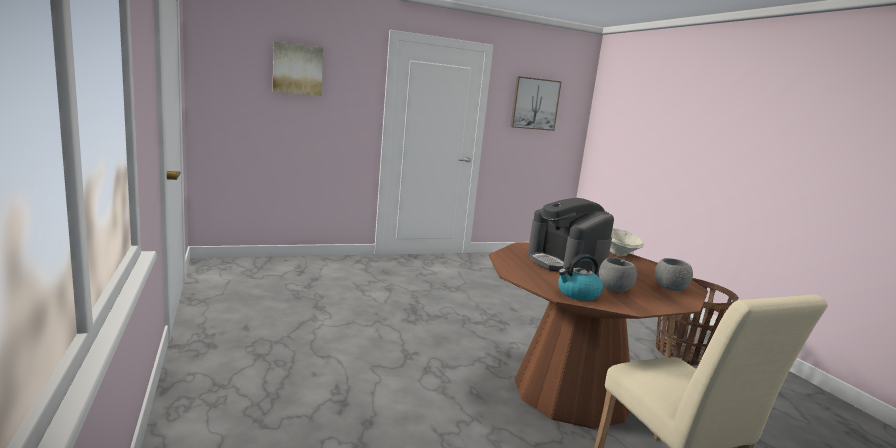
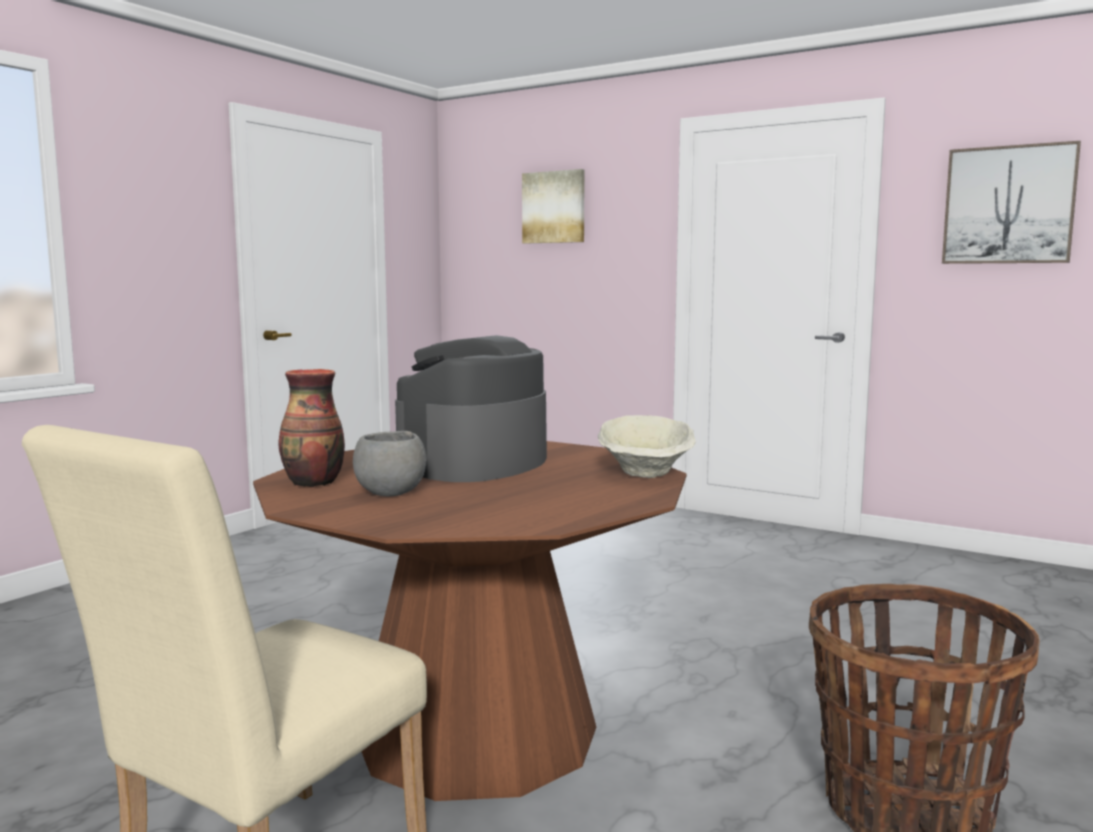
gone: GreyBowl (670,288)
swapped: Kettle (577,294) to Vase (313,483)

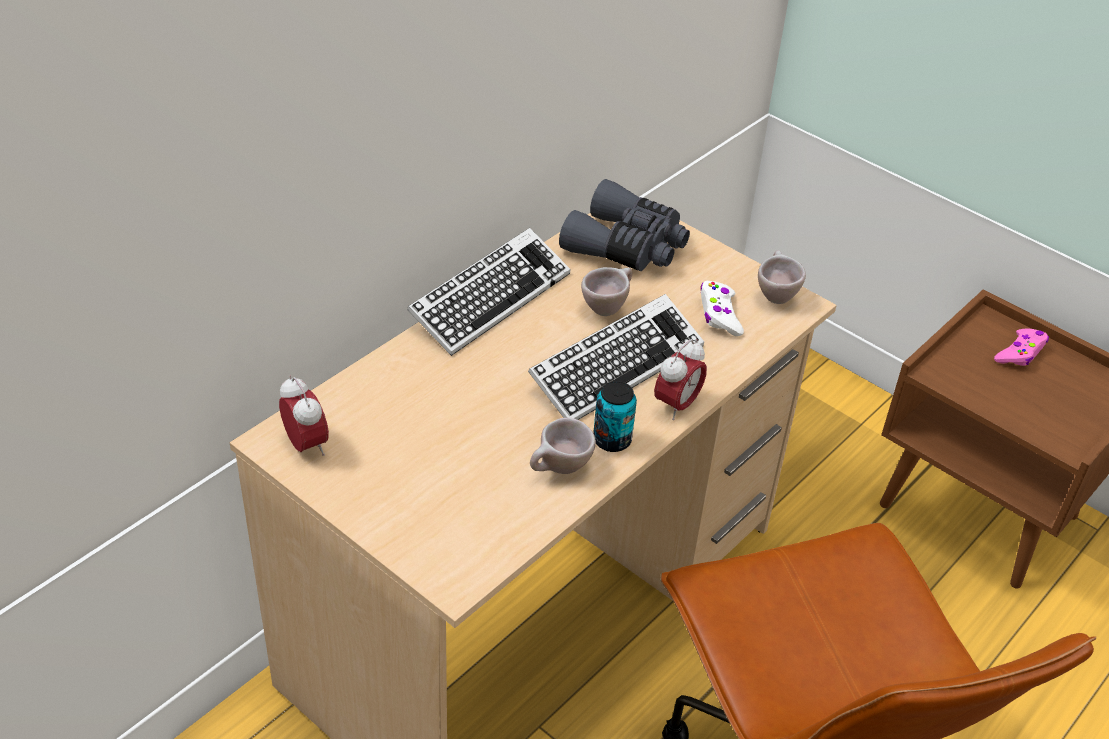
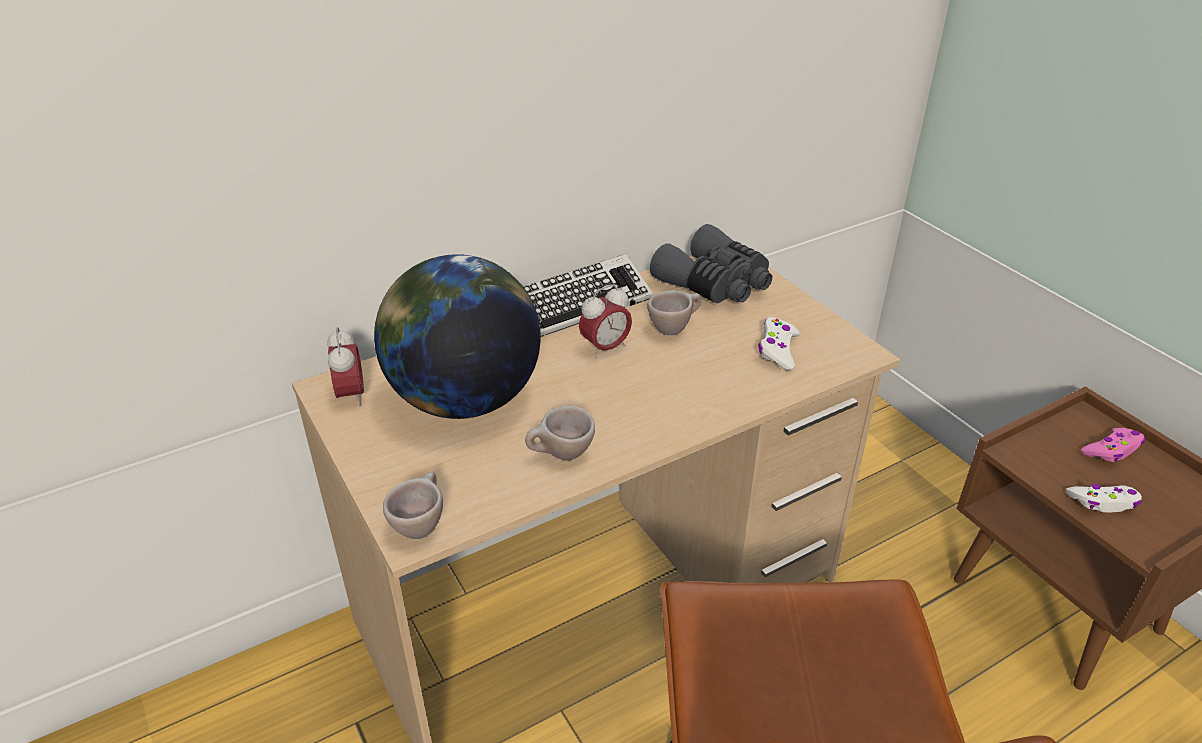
gone: Keyboard (616,367); Can (612,440)
new: Globe (464,399); WhiteGameController (1103,502)
shifted: AlarmClock (676,405) to (605,348); BeigeCup (774,294) to (421,524)

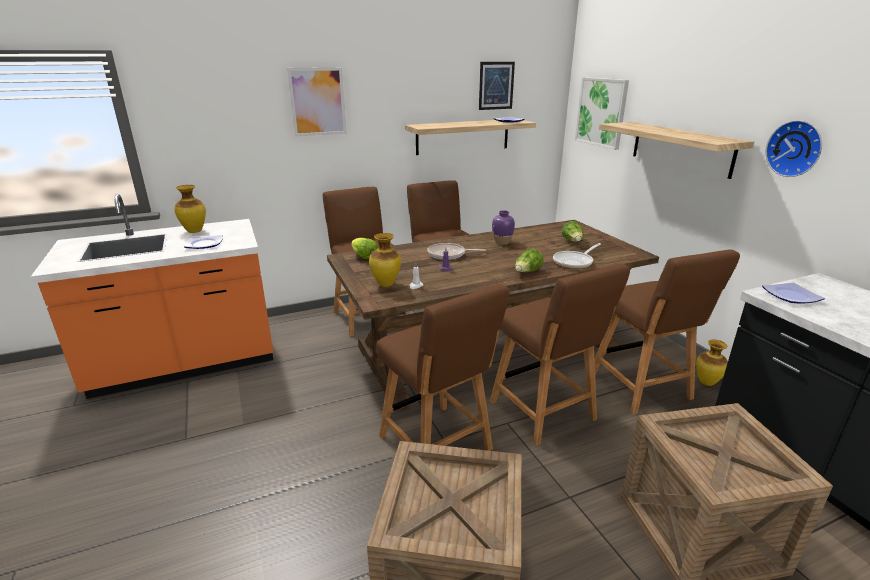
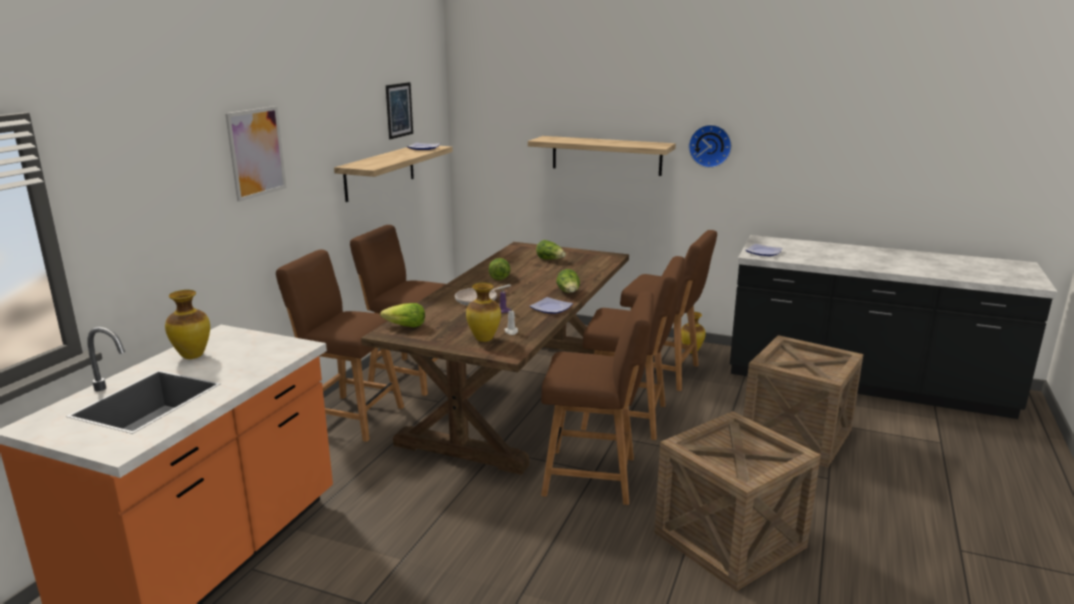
gone: FryingPan (575,262); Picture (601,112)
shifted: Plate (205,244) to (552,308)
swapped: PurpleVase (502,242) to Lettuce (499,276)

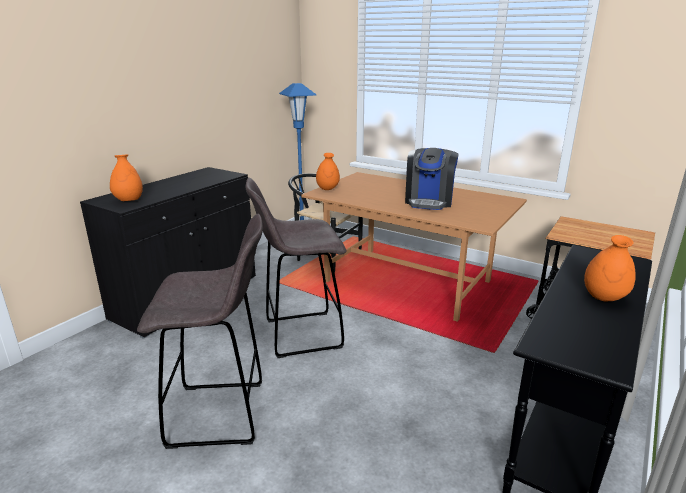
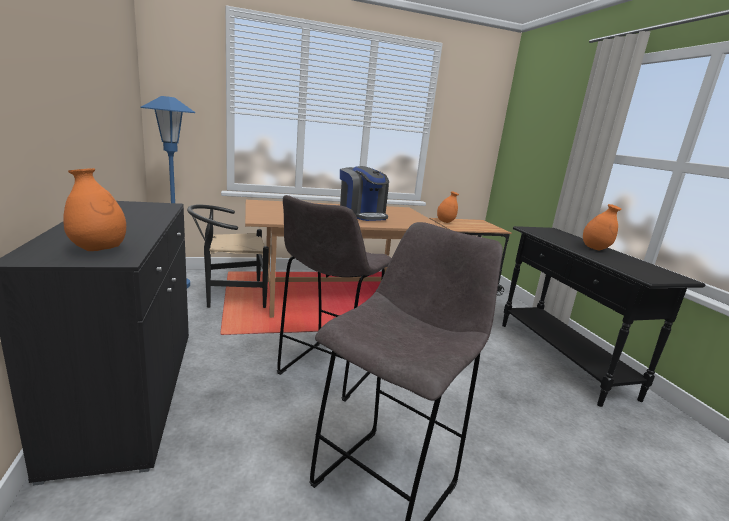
shifted: OrangeVase (327,189) to (445,222)

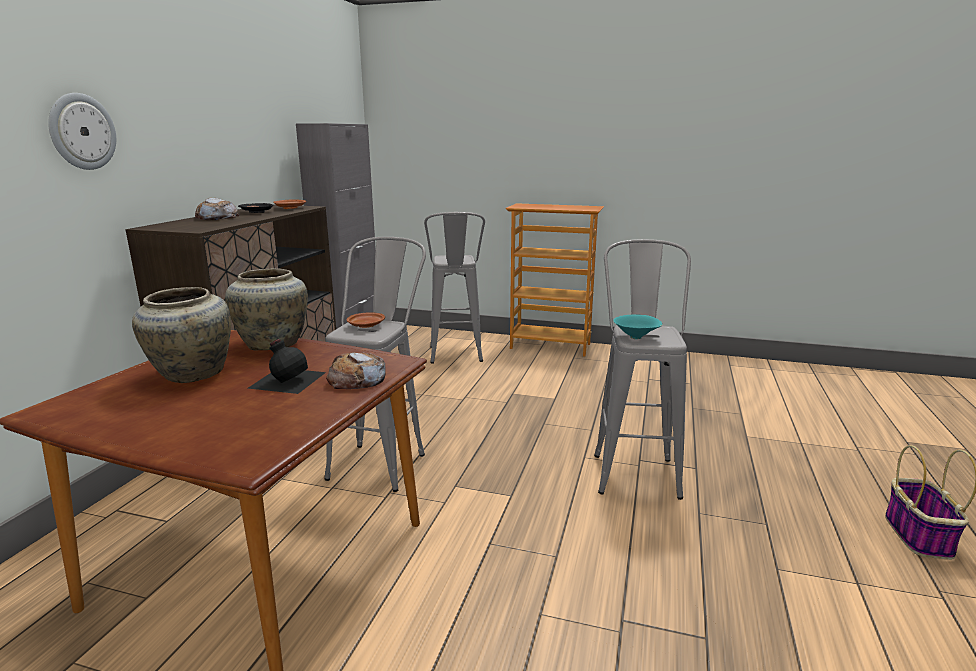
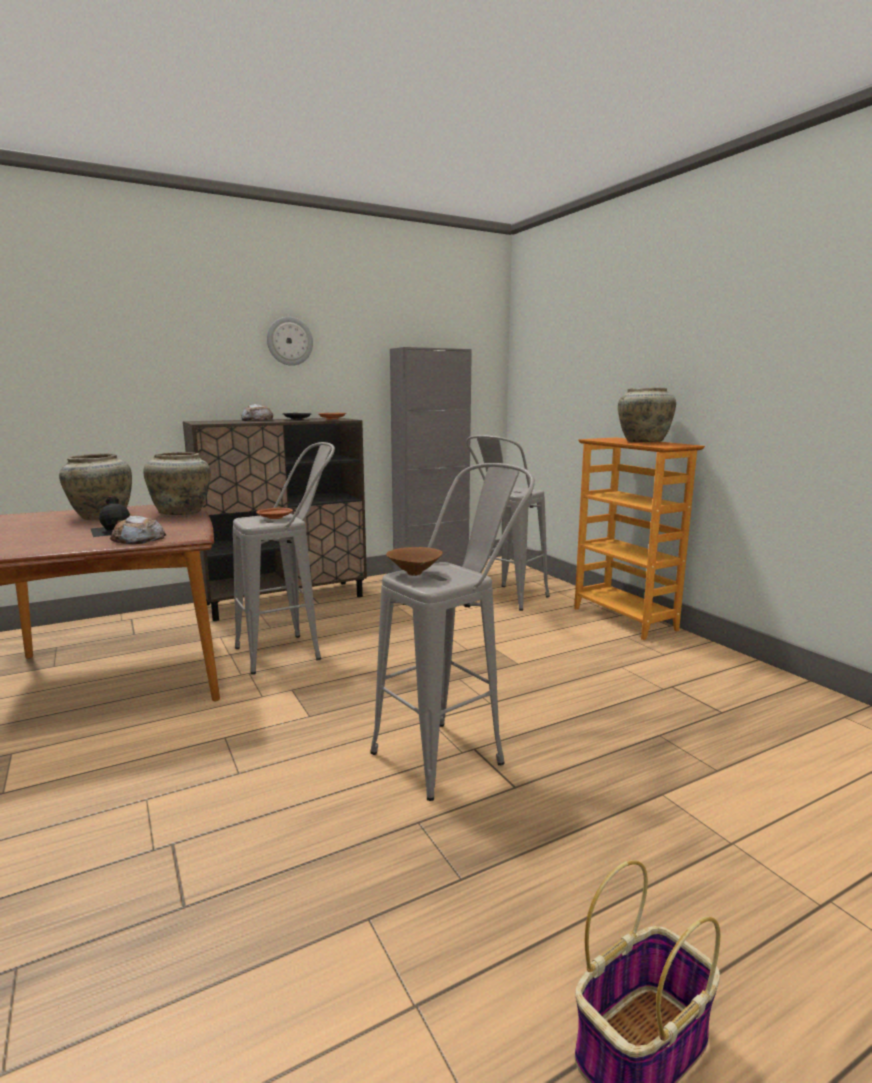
new: BeigeVase (643,442)
shifted: WallClock (82,132) to (289,341)
repainted: TurquoiseBowl (637,338) to BrownBowl (414,574)

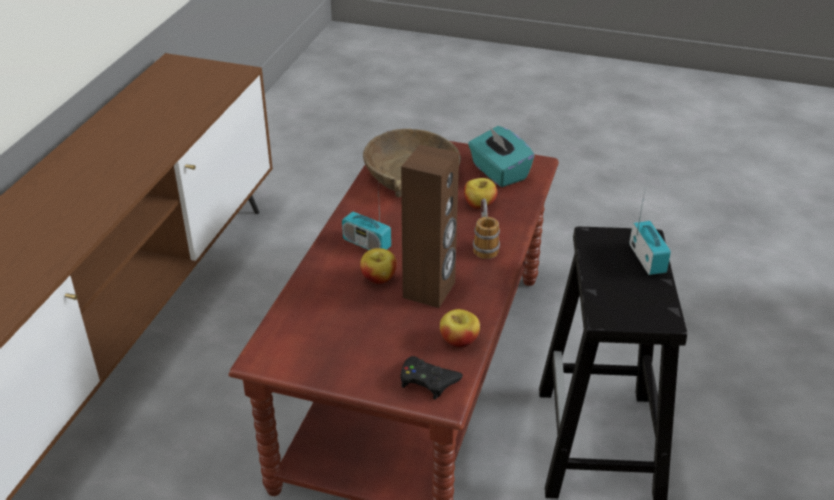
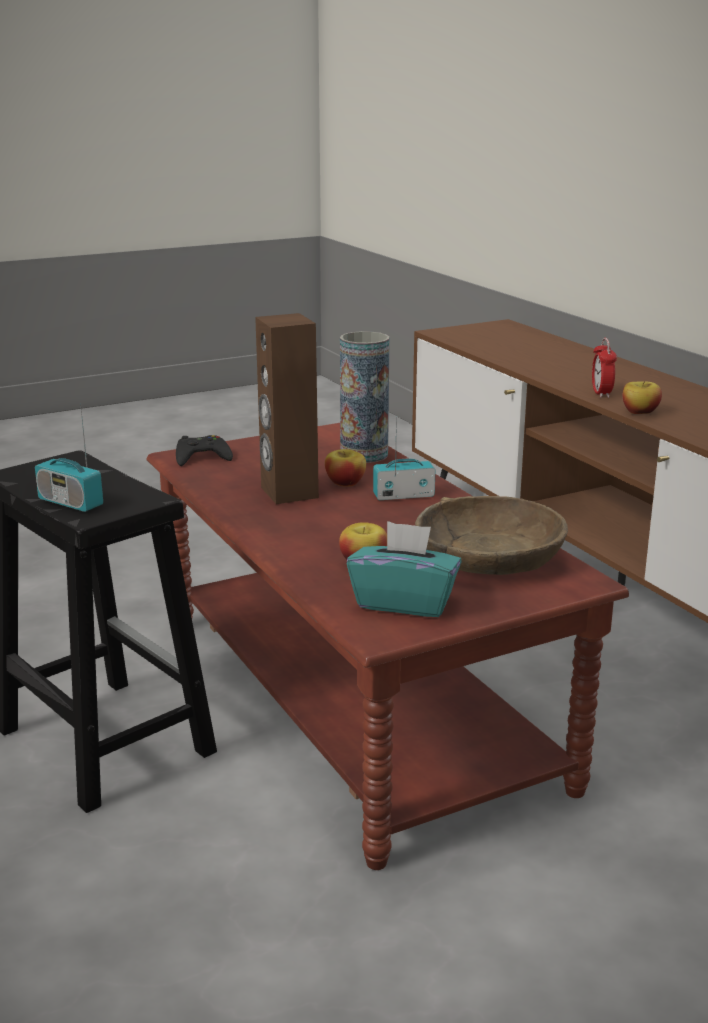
gone: Mug (484,244)
new: Vase (364,454); AlarmClock (601,394)
shifted: Apple (459,341) to (640,412)

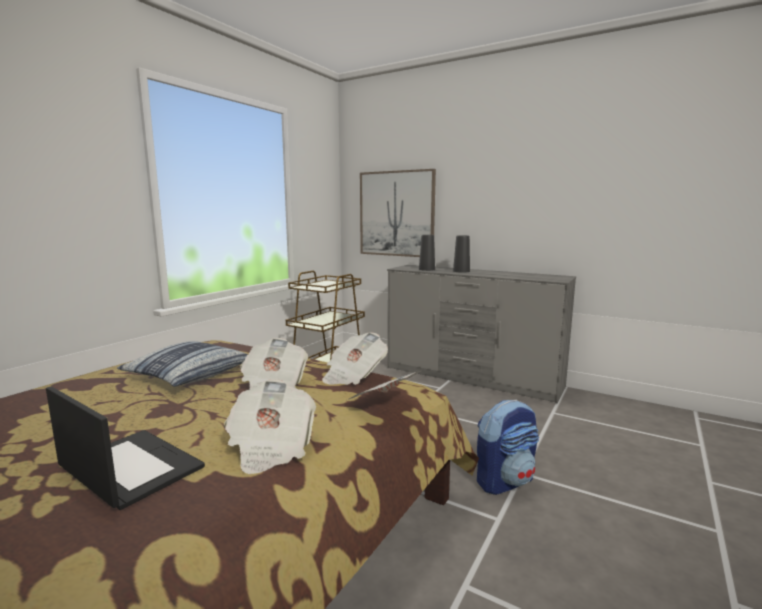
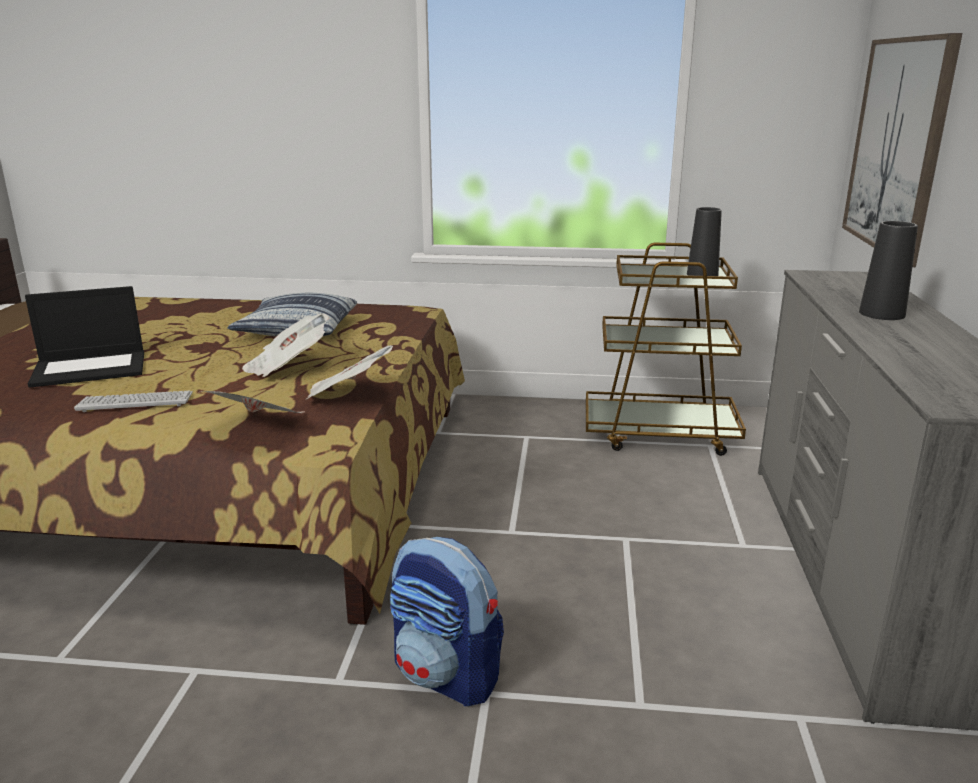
shifted: BlackVase (427,269) to (702,274)
swapped: Newspaper (271,447) to Keyboard (135,402)
rotated: Laptop (129,467) = (91,368) 60 degrees clockwise

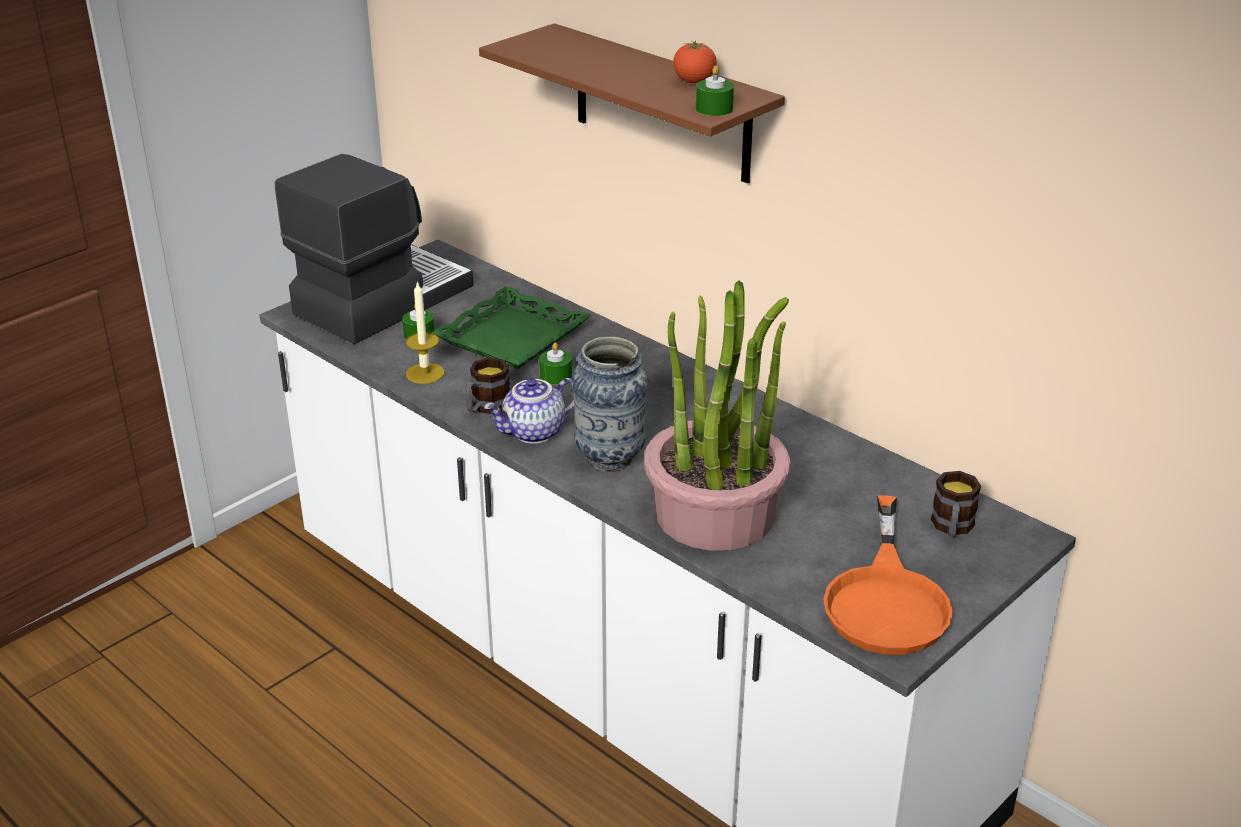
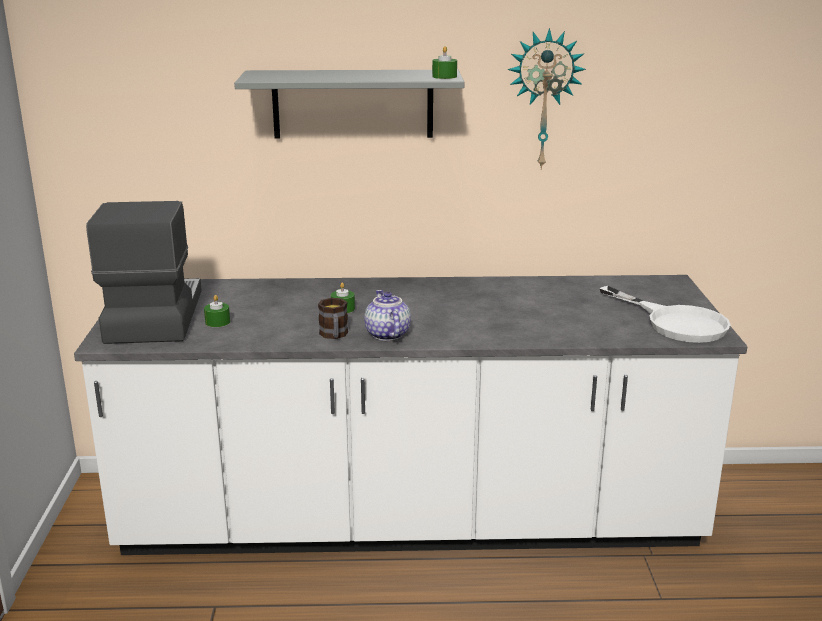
gone: Candle (425,373); GreenTray (513,338); Vase (610,459); PottedPlant (715,515); Tomato (694,82); Mug (952,528)
new: WallClock (544,99)
repainted: BrownShelf (662,104) to GreyShelf (353,104); OrangeFryingPan (886,599) to WhiteFryingPan (675,322)
rotated: Teapot (534,433) = (386,334) 150 degrees clockwise

